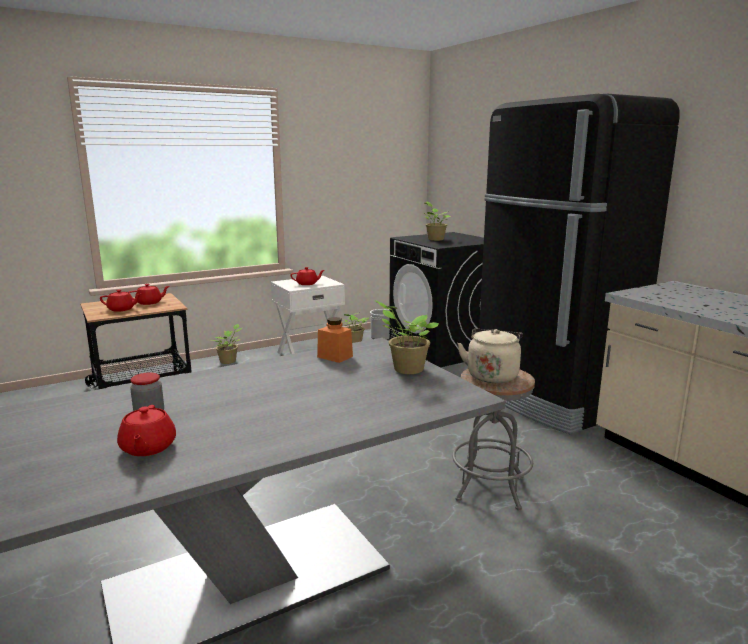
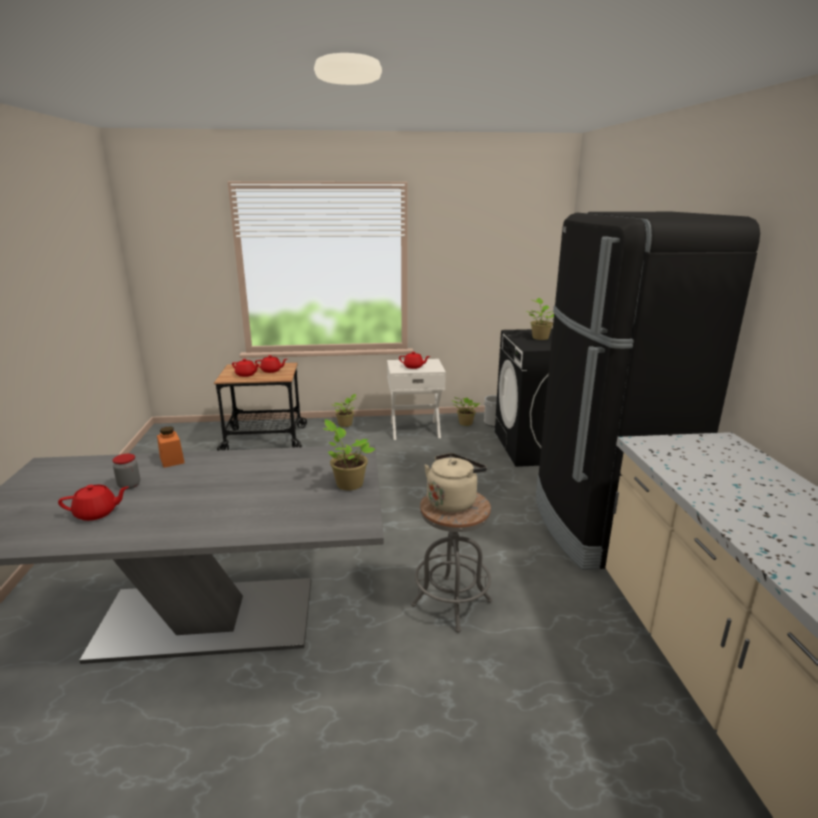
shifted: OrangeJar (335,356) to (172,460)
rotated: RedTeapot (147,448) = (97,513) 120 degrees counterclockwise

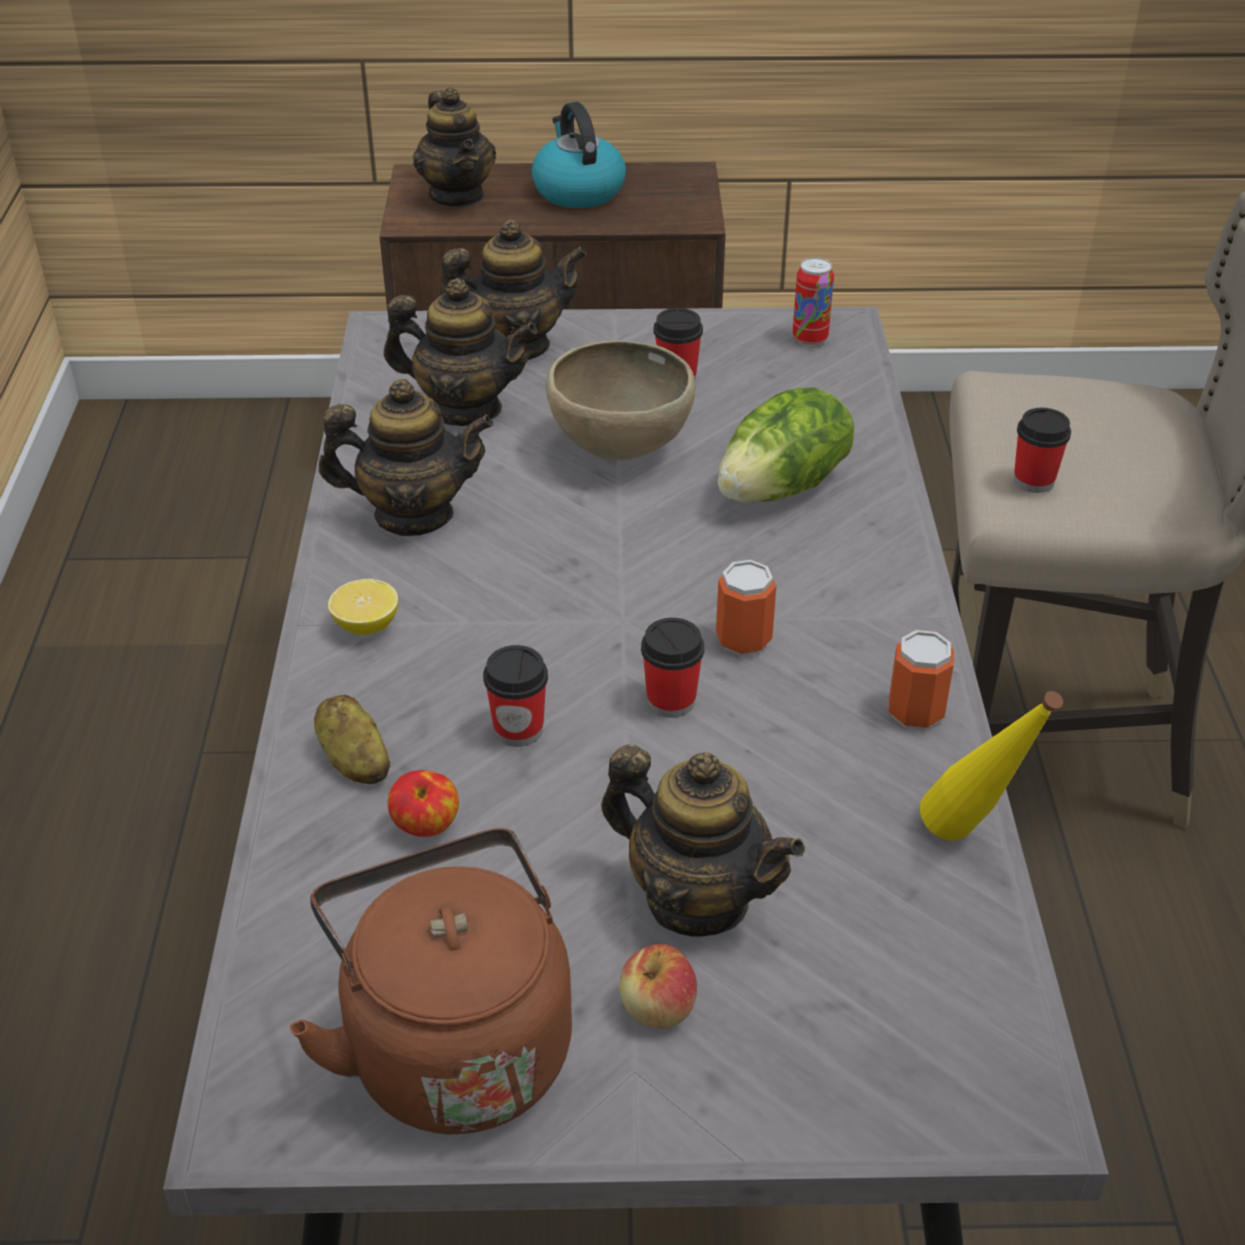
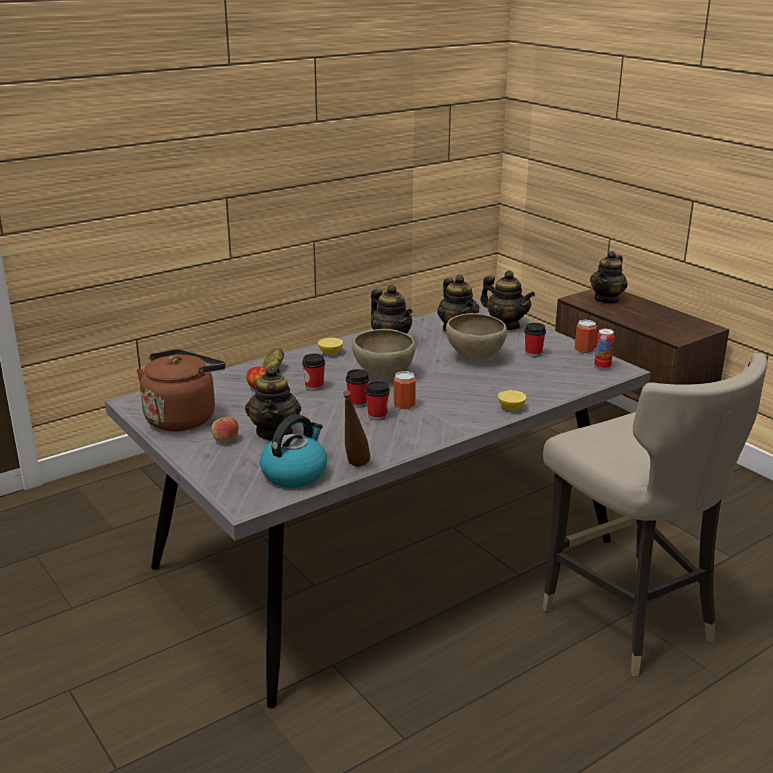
gone: Lettuce (784,487)
new: BrownBowl (383,376); Lemon (511,408)
shifted: Kettle (577,190) to (294,473); Can (915,712) to (584,350); Cup (1034,481) to (377,416)
repainted: YellowBottle (971,841) to BrownBottle (354,467)

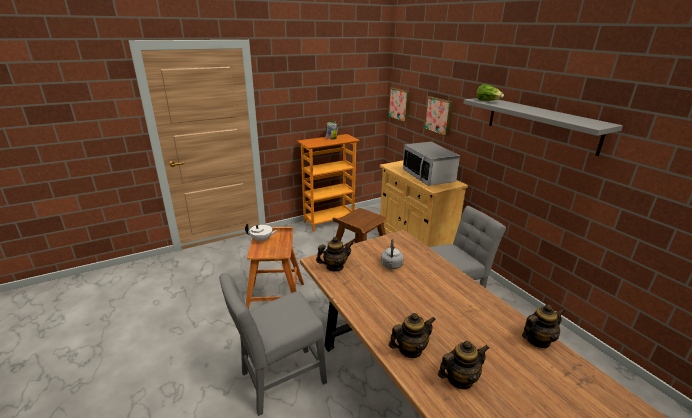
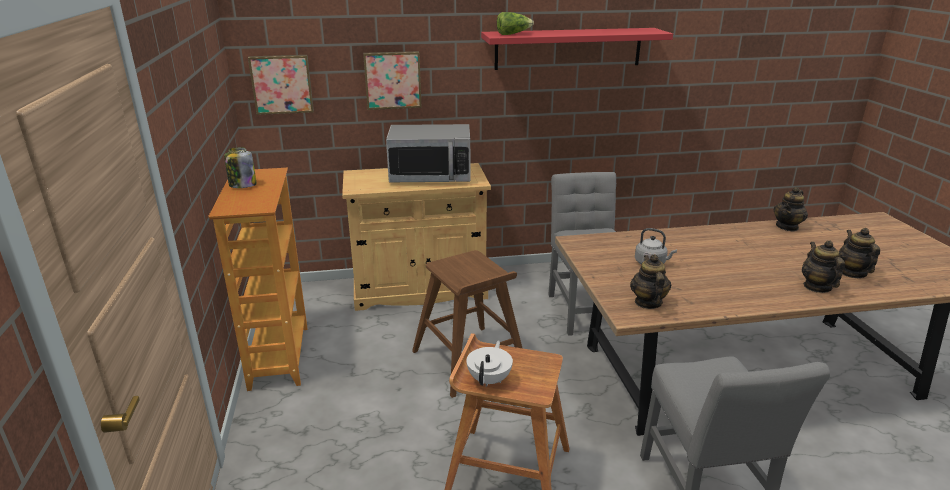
repainted: GreyShelf (540,124) to RedShelf (568,48)
rotated: Teapot (537,340) = (787,227) 135 degrees counterclockwise

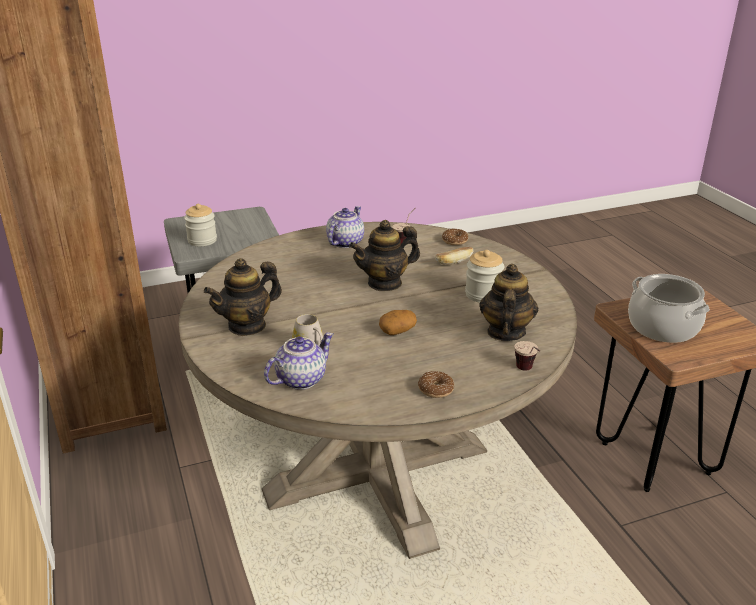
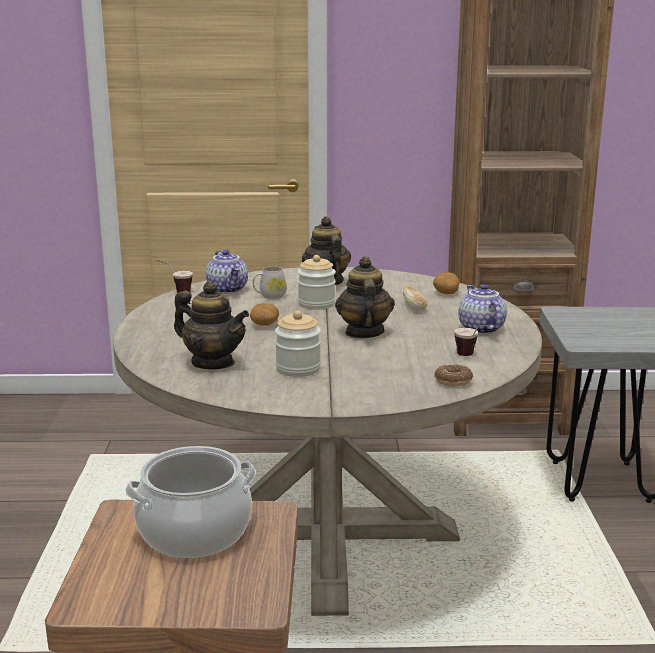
gone: Donut (435,389)
new: Potato (445,292)
shifted: Jar (202,240) to (316,304); Bread (453,262) to (414,307); Cup (527,372) to (175,292)
rotated: Teapot (344,242) = (480,329) 150 degrees counterclockwise

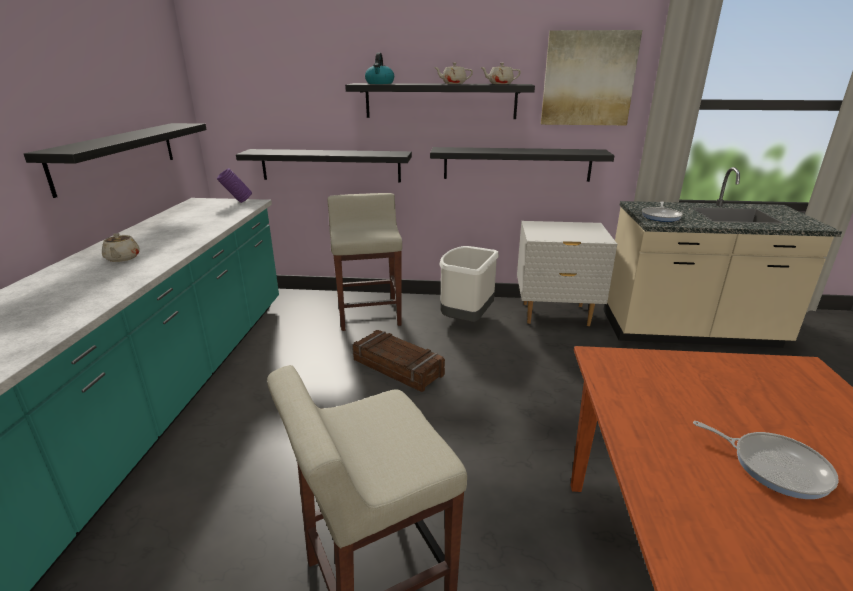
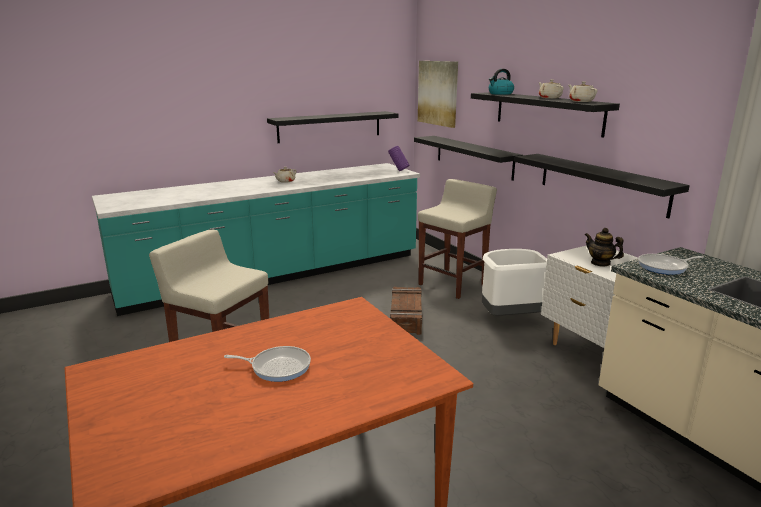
new: Teapot (600,263)
shifted: Picture (588,79) to (438,93)
rotated: FryingPan (774,466) = (278,367) 90 degrees counterclockwise

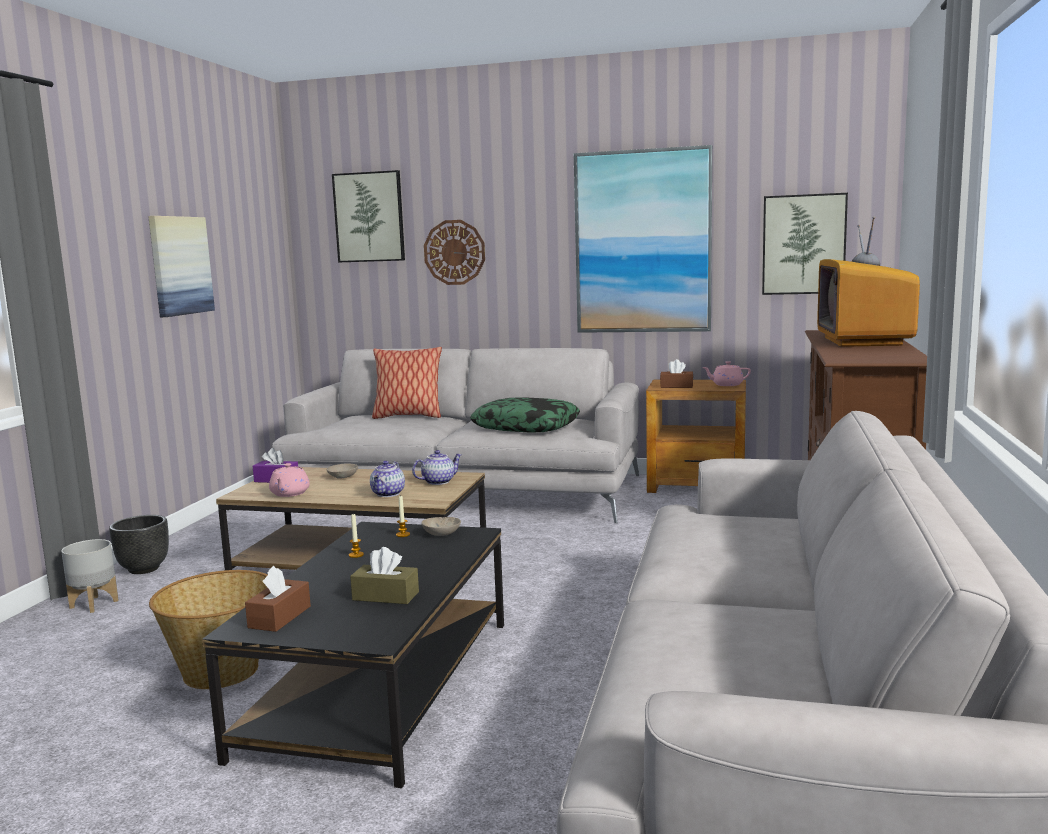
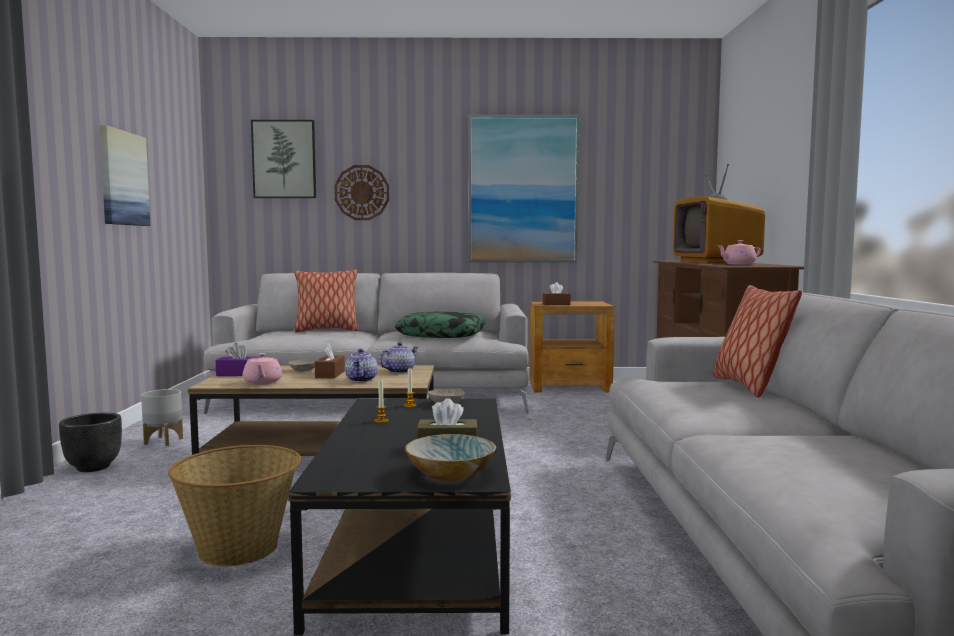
gone: Picture (803,244)
new: Bowl (451,474); Pillow (749,387)
shifted: GreyPlanter (95,604) to (164,441); BrownTissueBox (279,617) to (330,374); PinkTeapot (726,385) to (738,264)

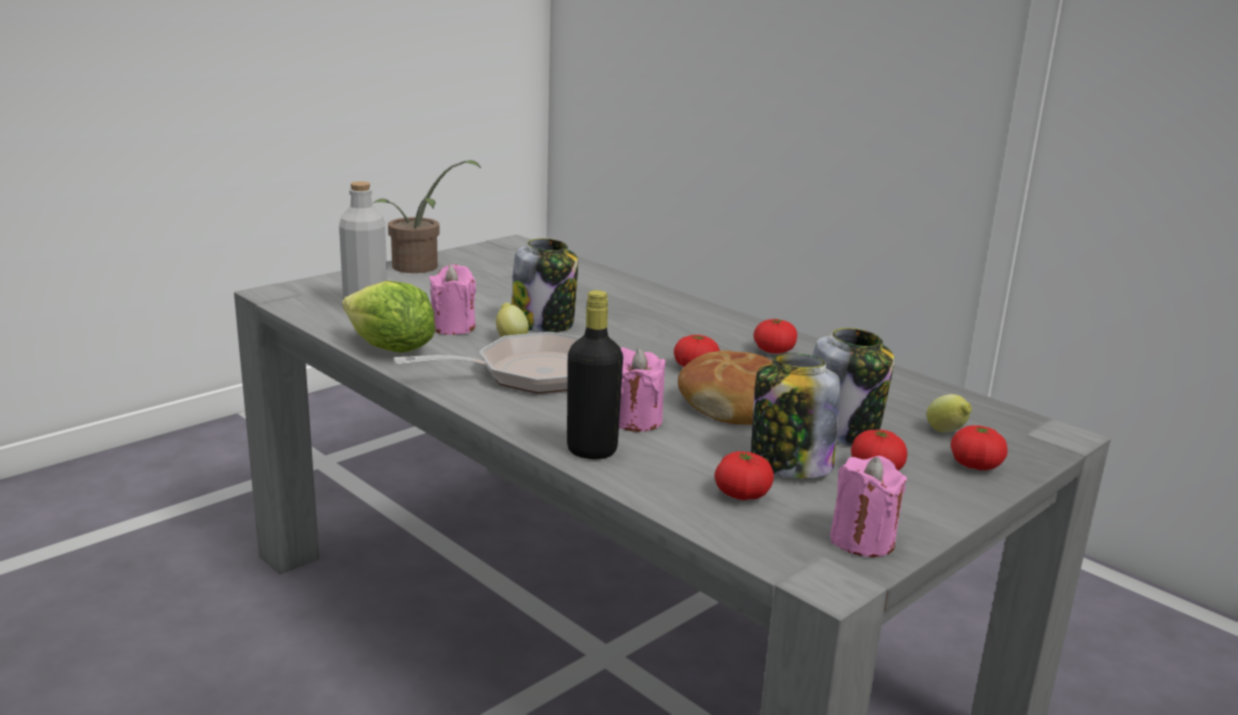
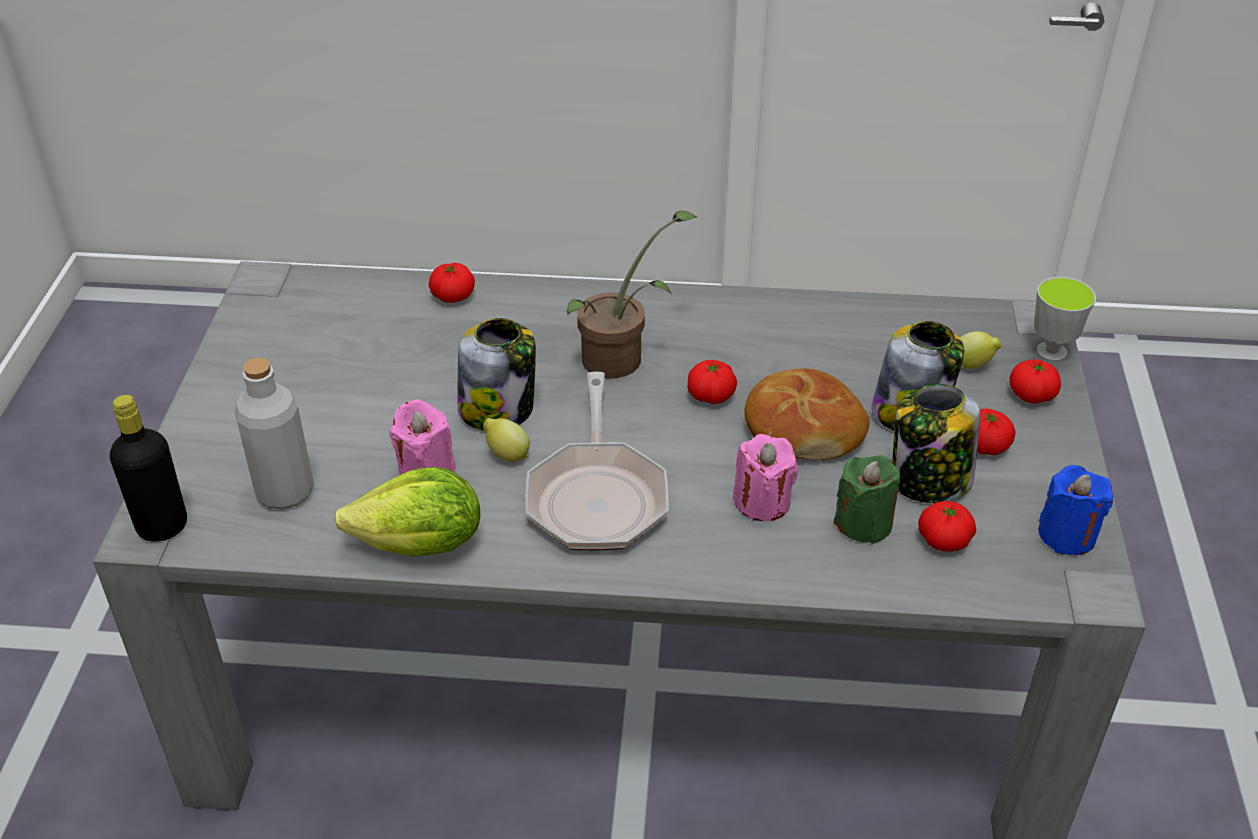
new: GreenCandle (864,523); Cup (1051,352)
shifted: PottedPlant (421,267) to (621,357); BlackBottle (592,450) to (162,526); Tomato (774,351) to (453,296)
repainted: PinkCandle (862,540) to BlueCandle (1067,535)
rotated: FryingPan (530,374) = (597,496) 150 degrees clockwise

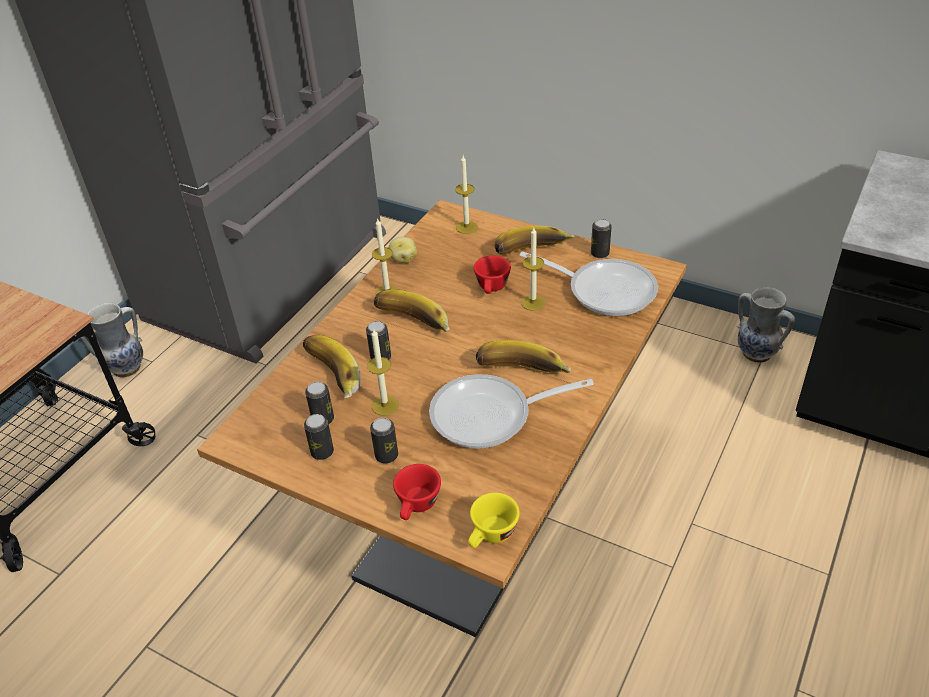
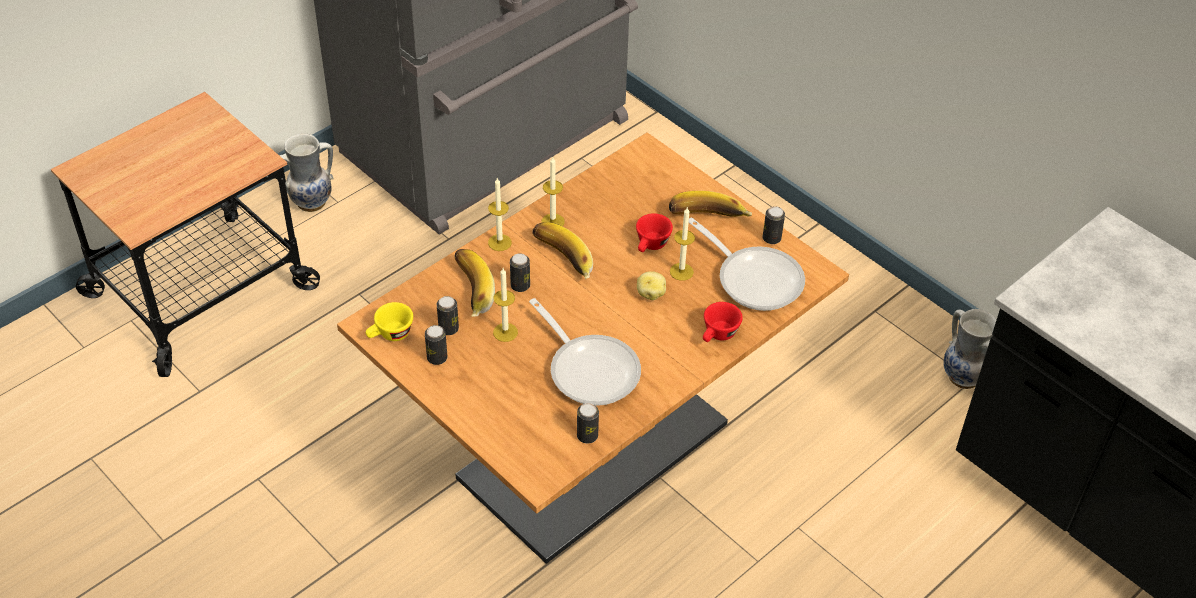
gone: Banana (521,373)
shifted: Can (386,455) to (587,436); Potato (403,259) to (651,293); RedCup (417,506) to (718,335); Candle (466,227) to (499,242); YellowCup (491,536) to (390,335)
rotated: FryingPan (490,416) = (590,369) 135 degrees counterclockwise

